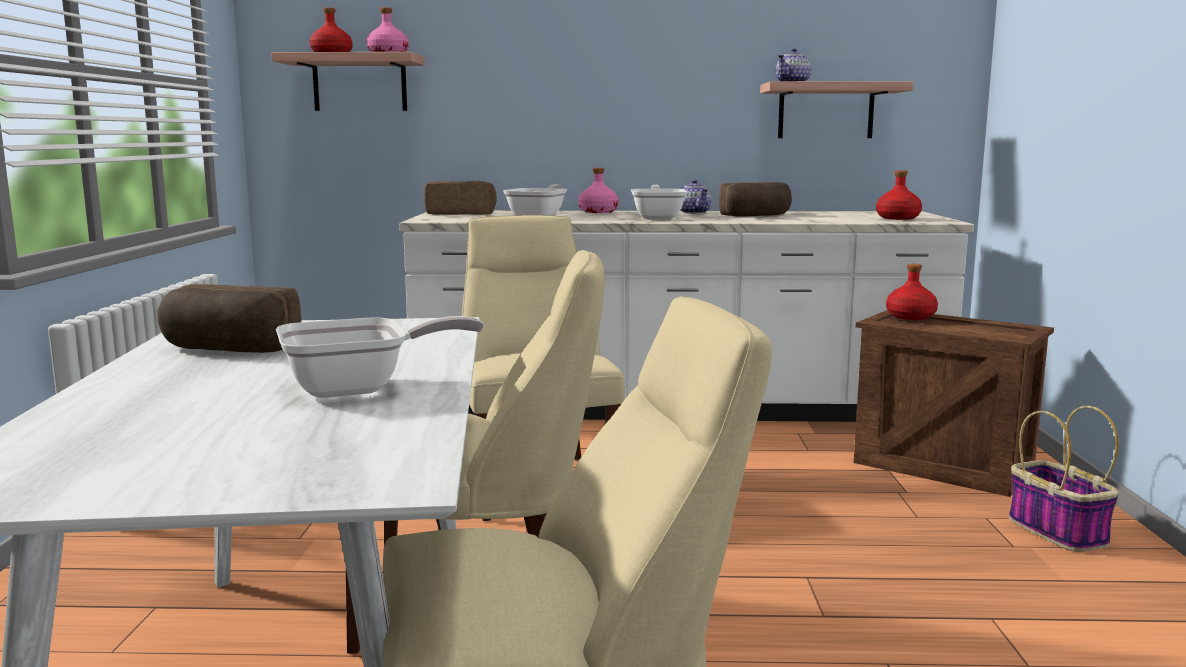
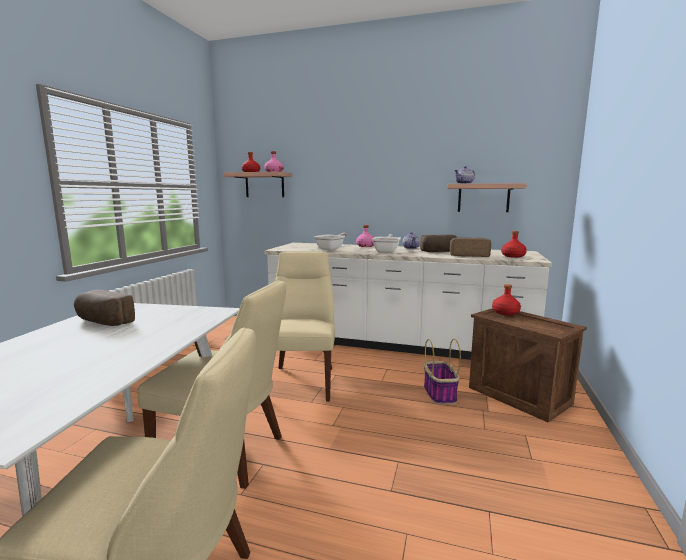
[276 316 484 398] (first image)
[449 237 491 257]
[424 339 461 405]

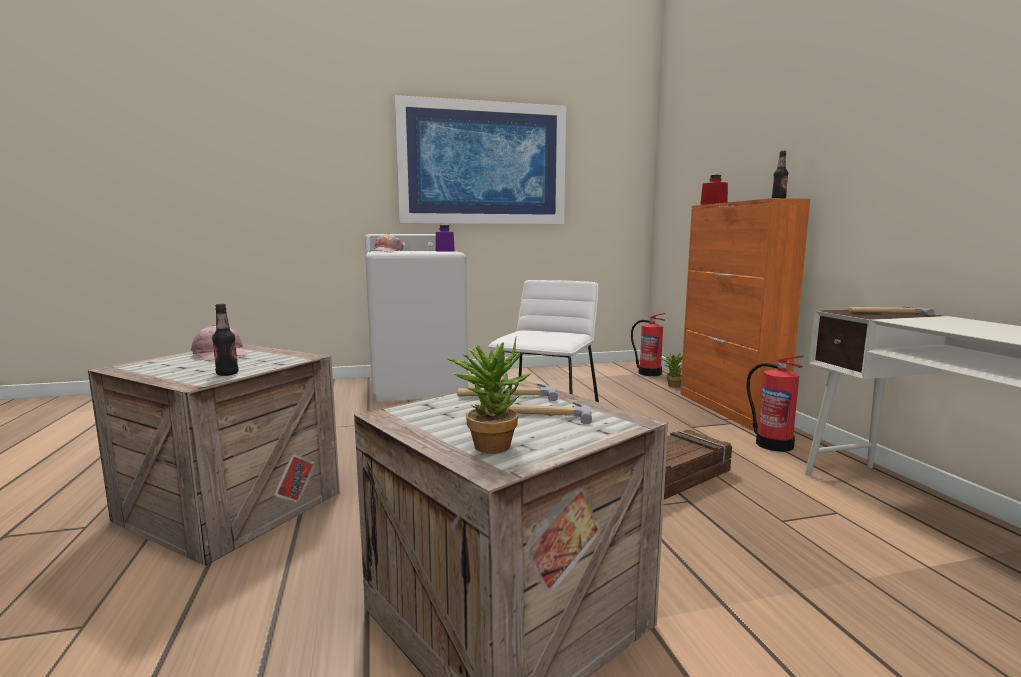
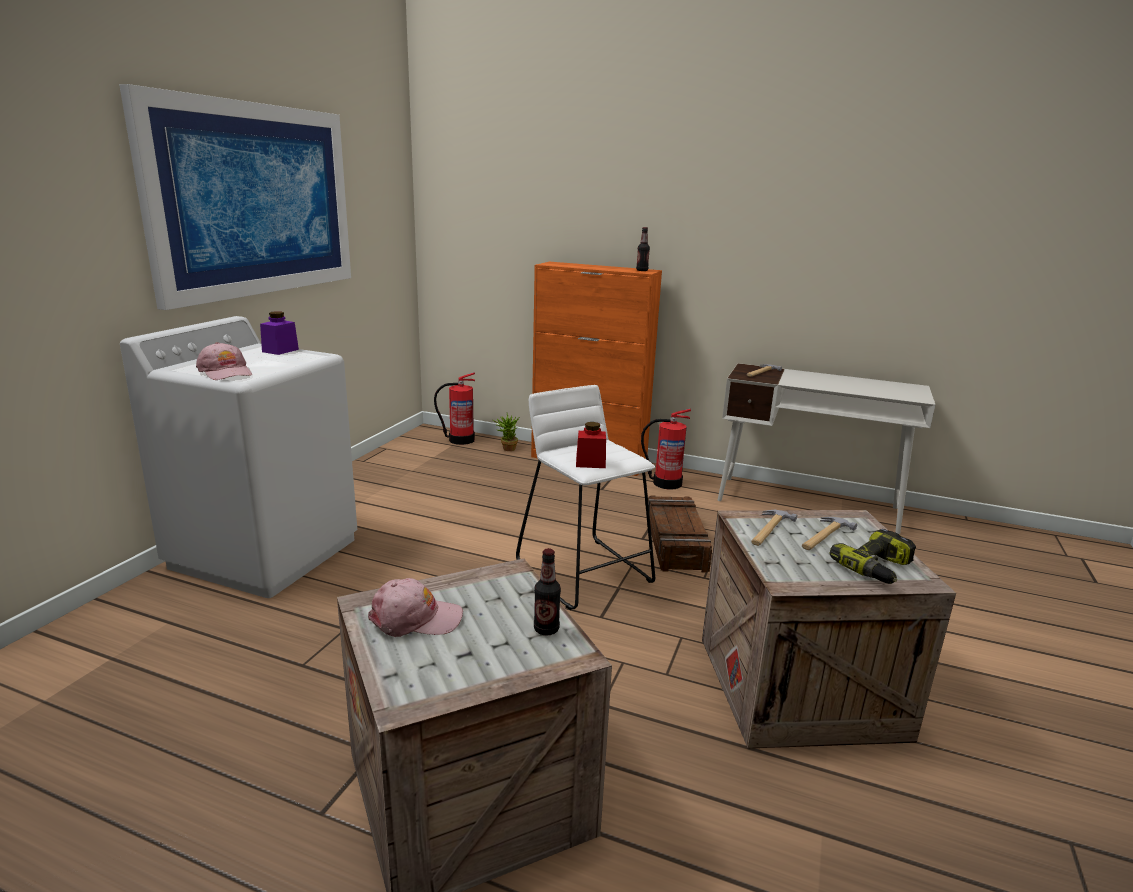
[829 529 916 584]
[576 422 606 468]

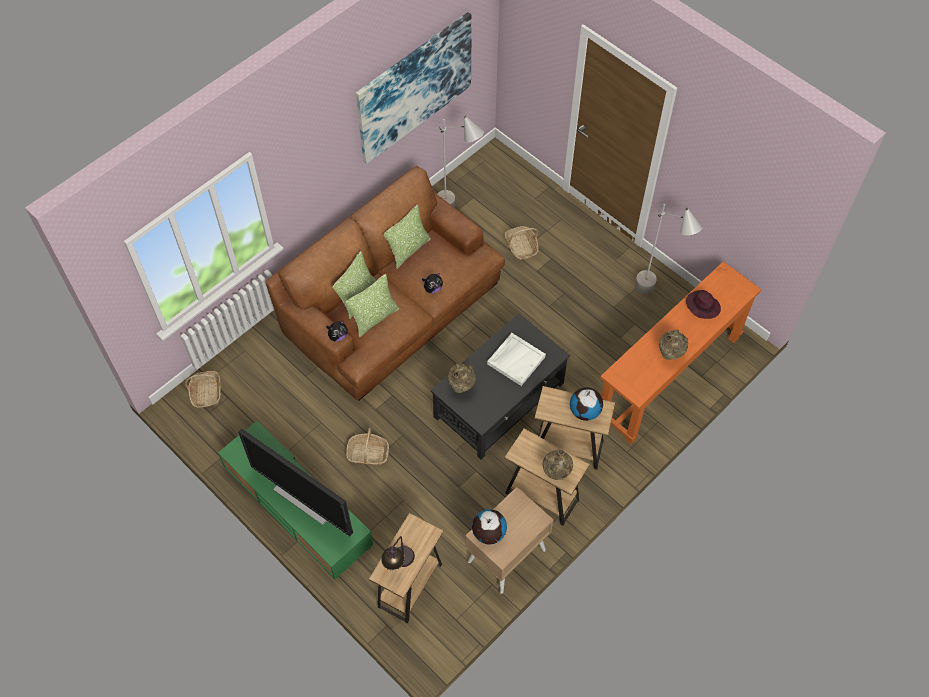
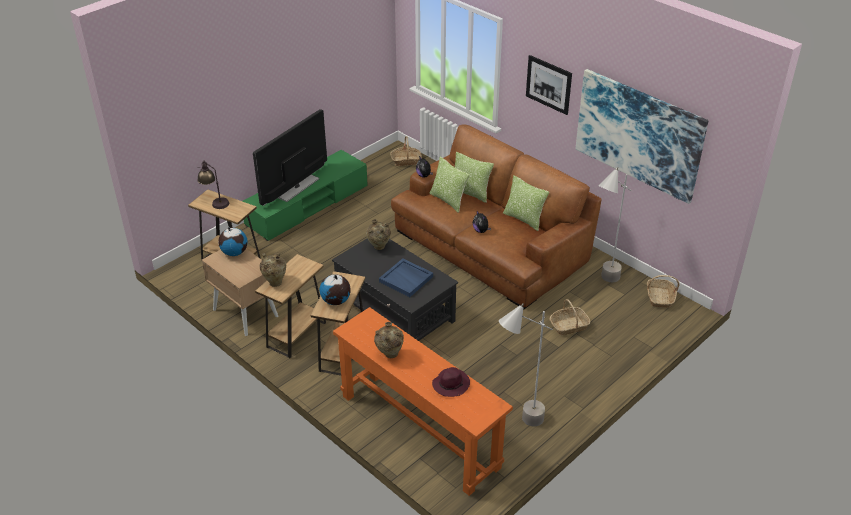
[647 275 679 308]
[379 258 433 297]
[526 55 572 115]

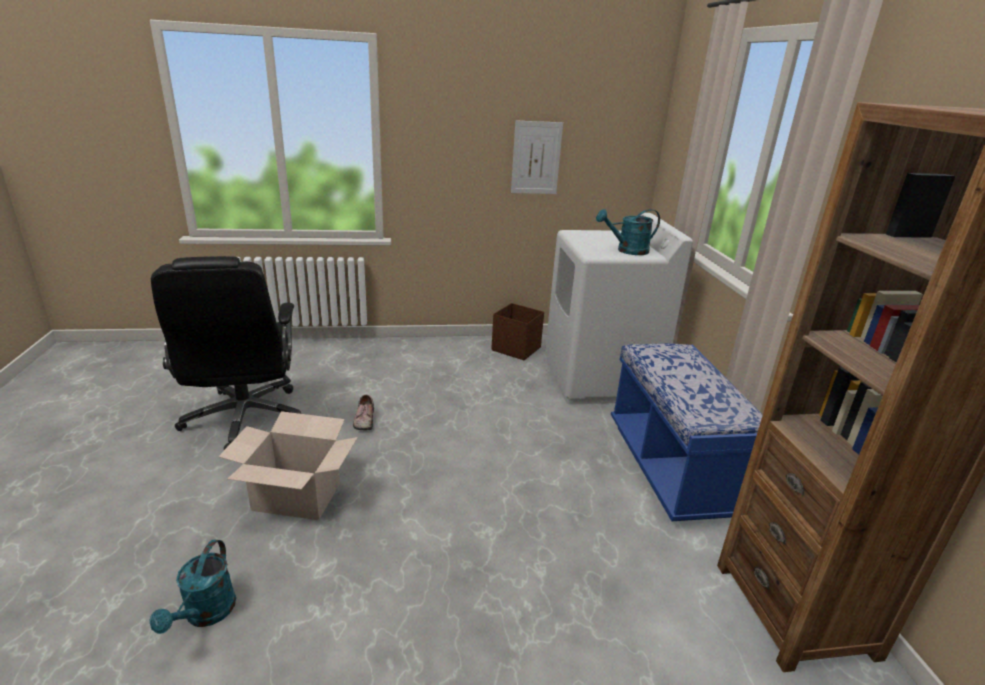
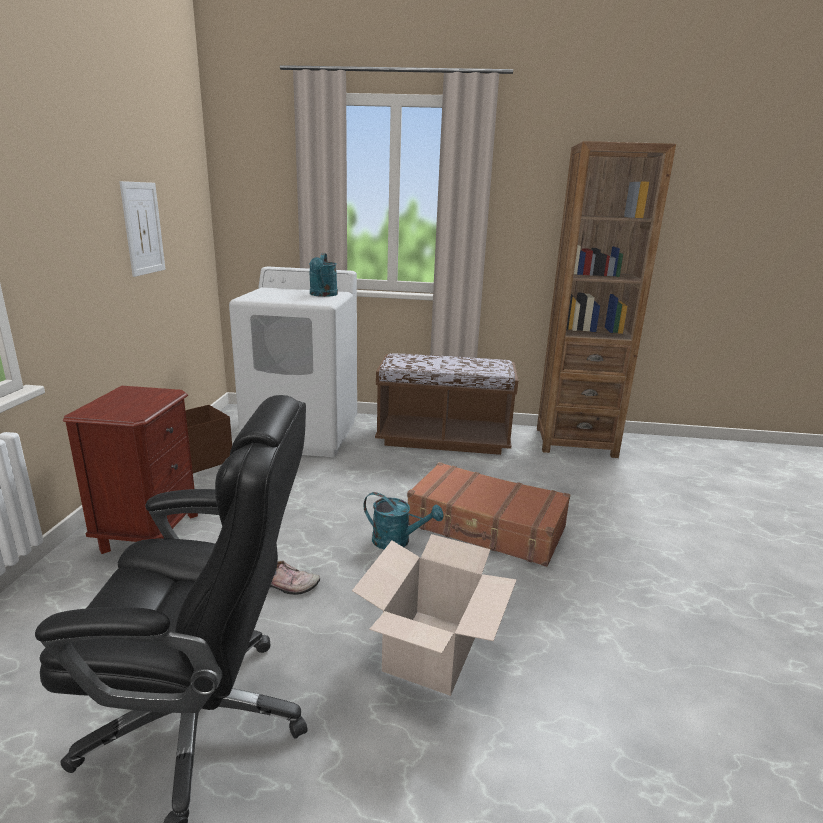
[364 492 443 549]
[375 353 518 455]
[63 386 198 554]
[407 462 570 567]

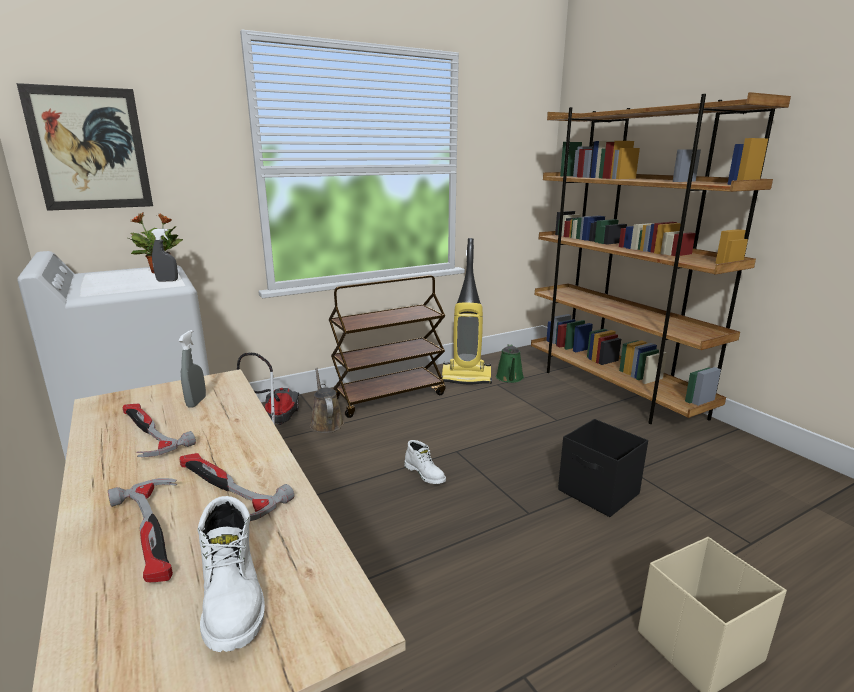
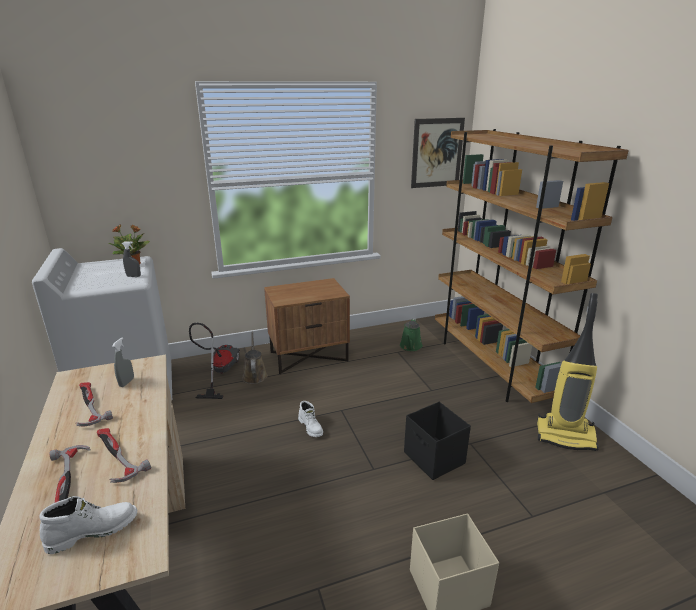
[411 118 465 188]
[39 496 137 554]
[264 278 350 374]
[537 293 599 451]

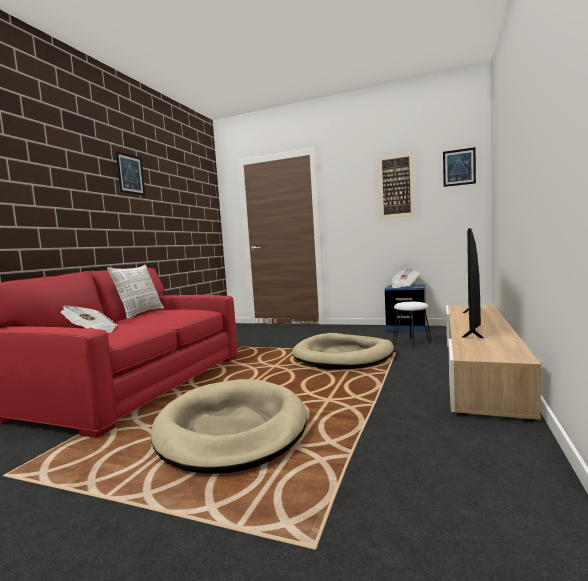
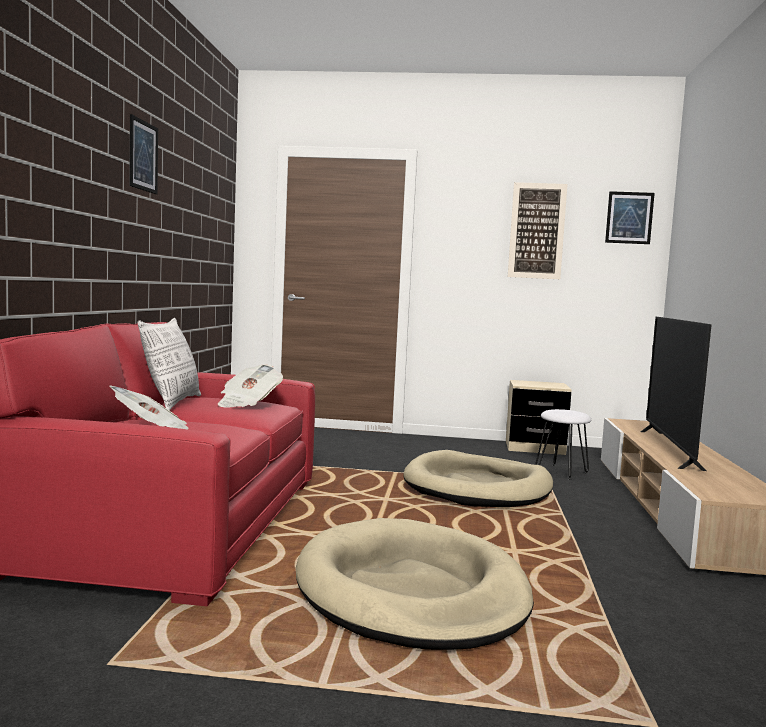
[506 380 572 455]
[218 364 283 408]

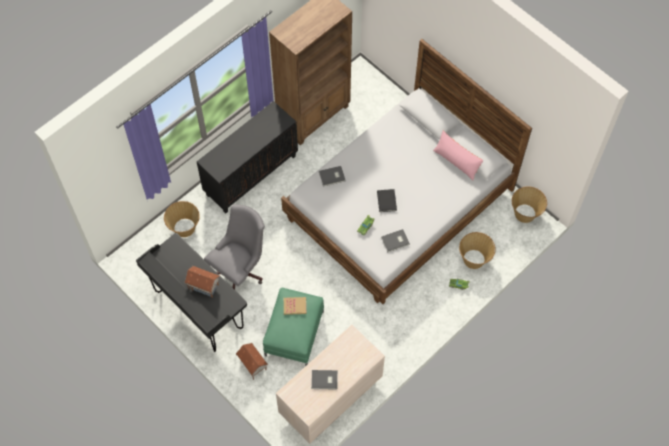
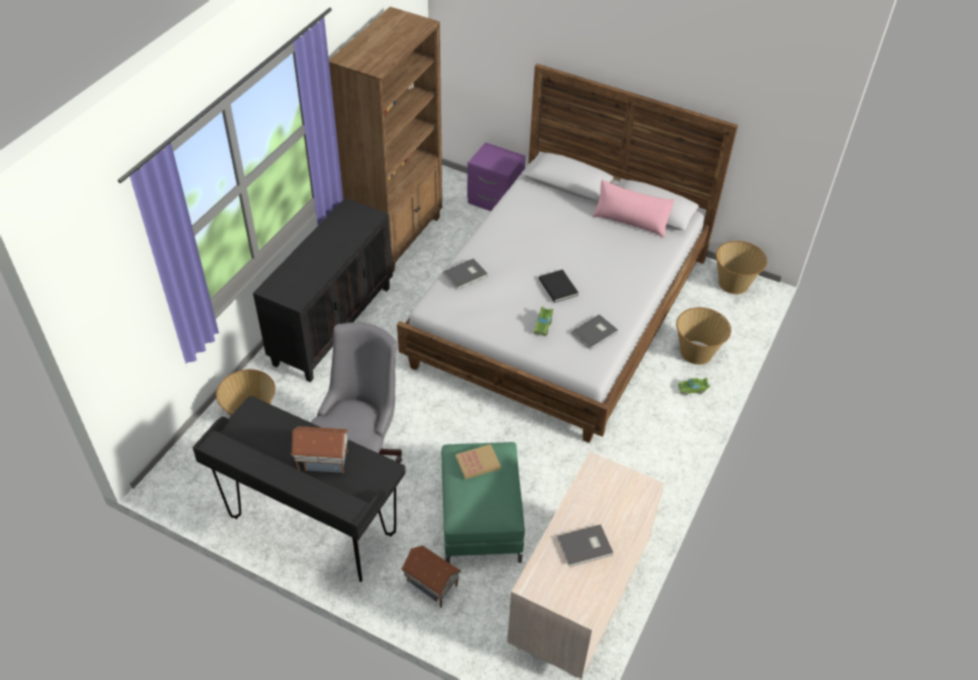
[467 142 526 211]

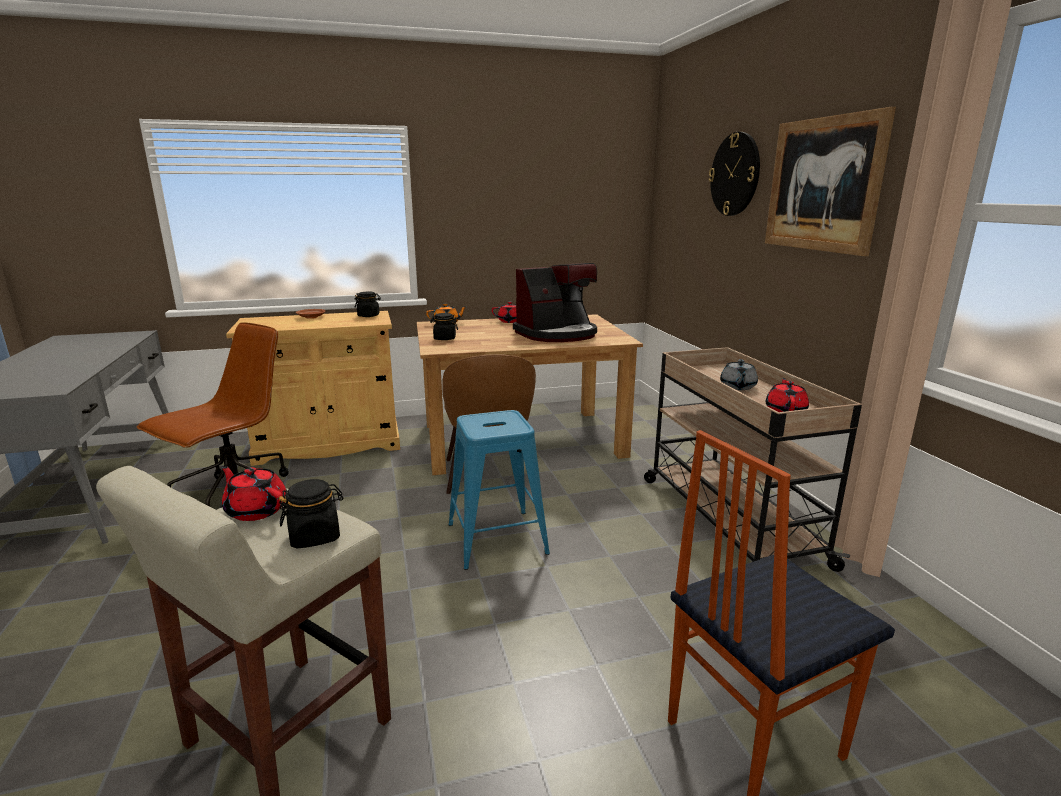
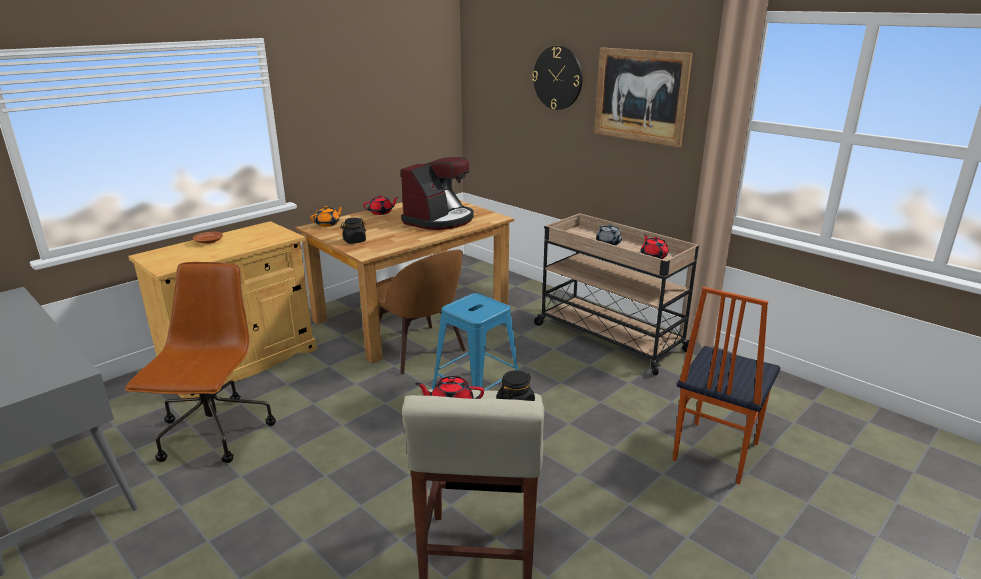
[355 292 381 317] (first image)

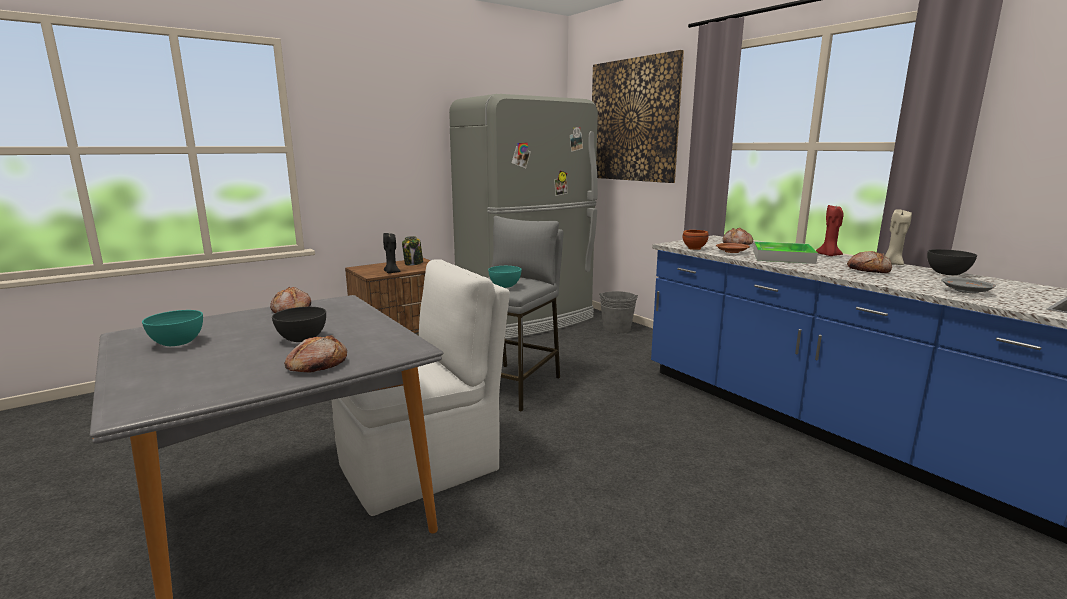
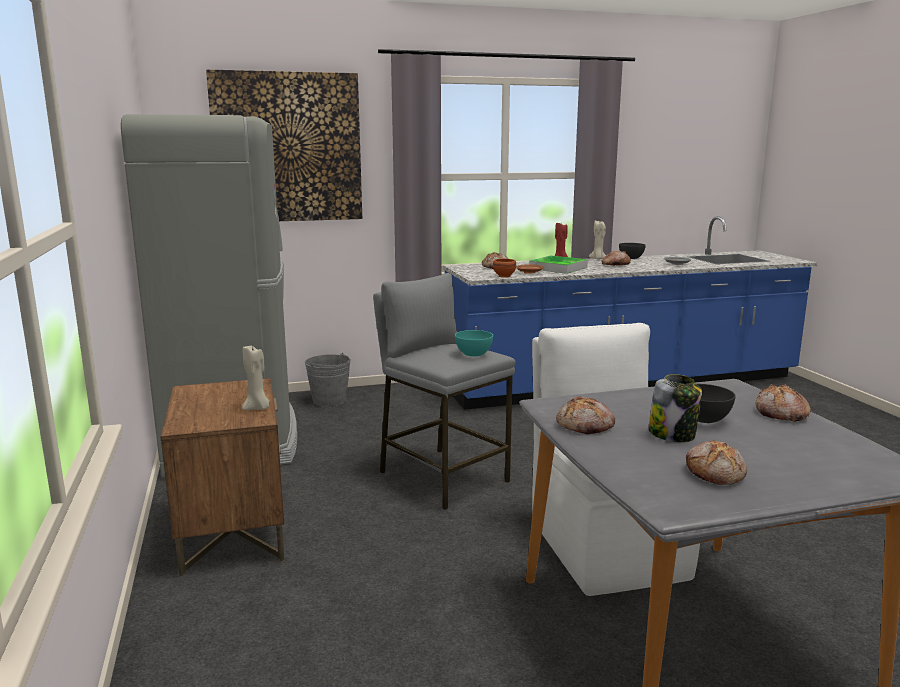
[686 440 747 485]
[242 346 270 410]
[649 374 702 442]

